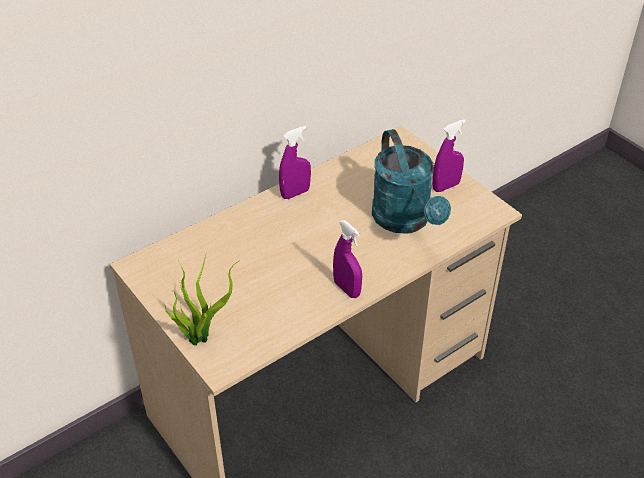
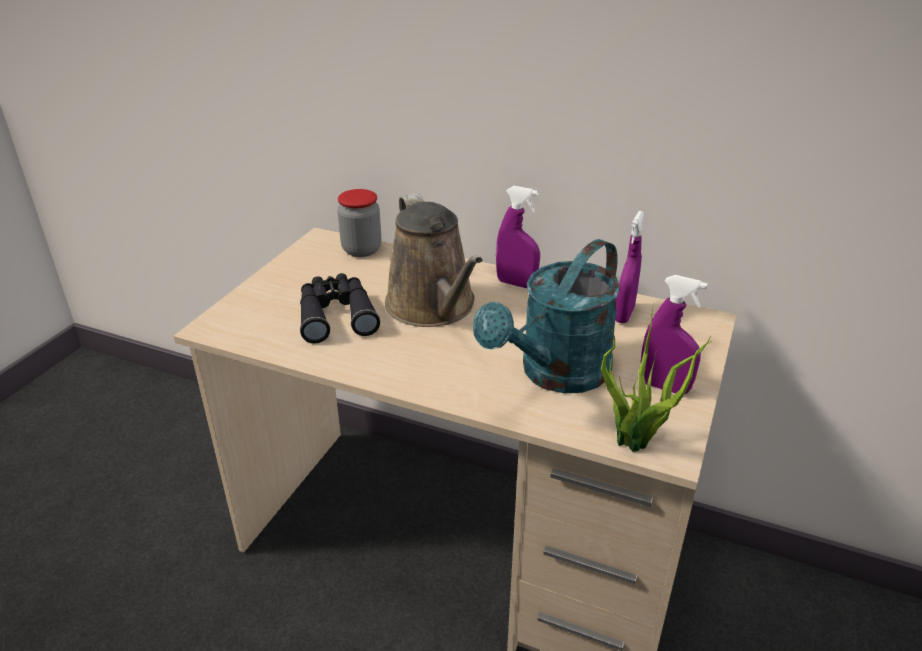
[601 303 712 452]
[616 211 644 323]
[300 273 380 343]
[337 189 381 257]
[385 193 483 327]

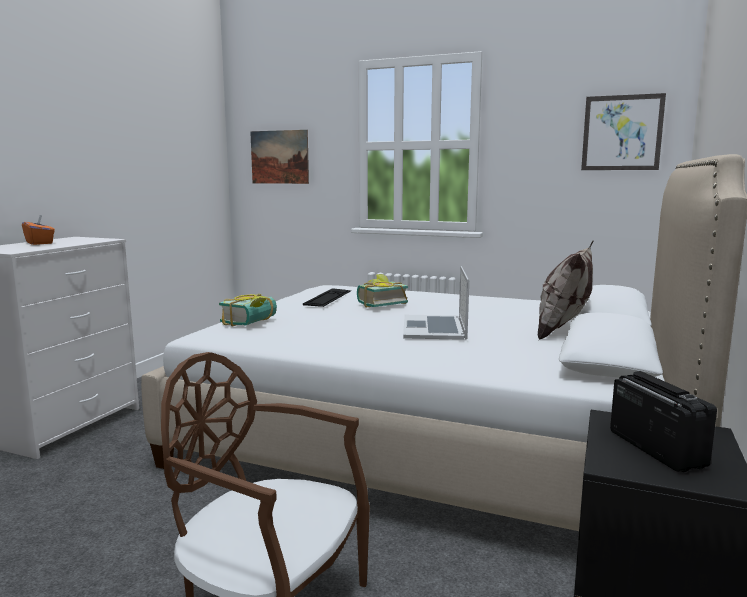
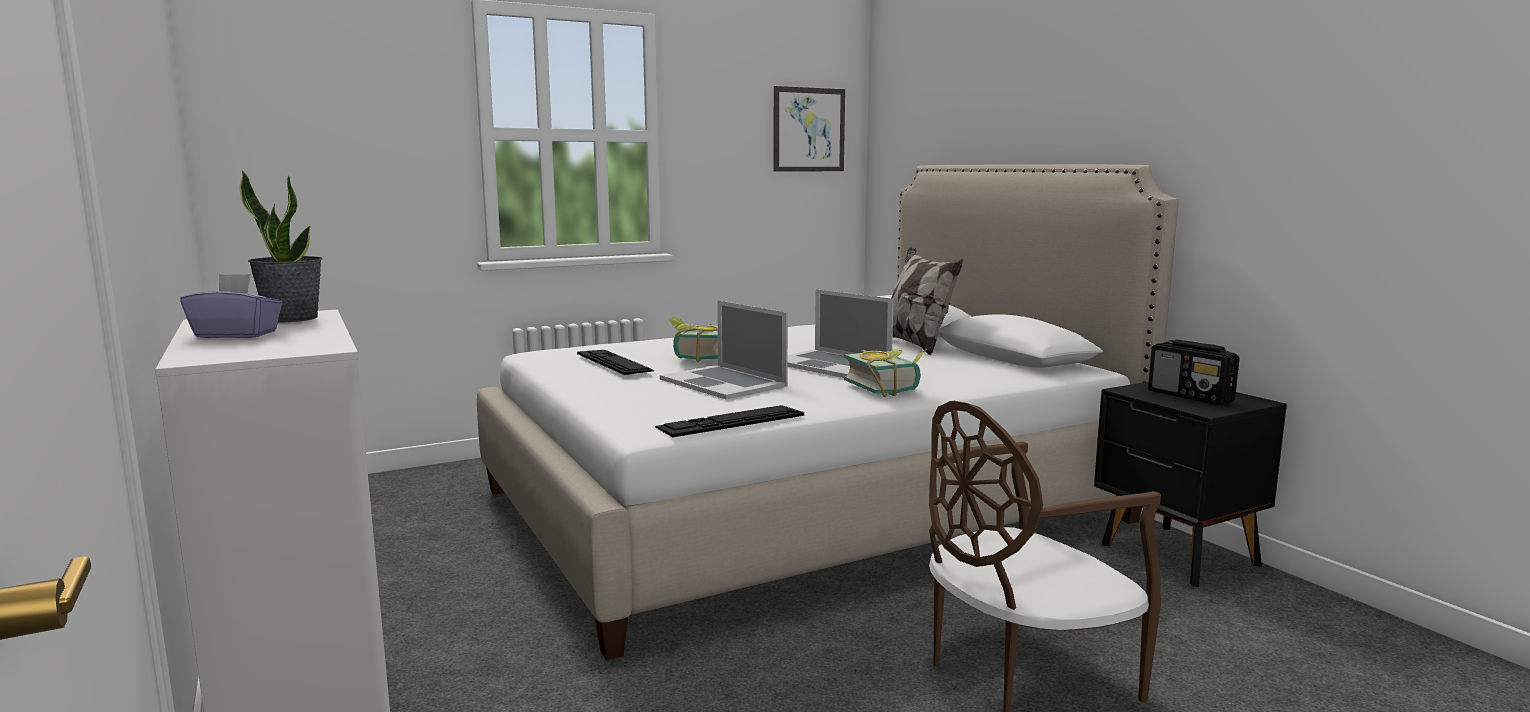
[180 274 283 338]
[844 348 927 397]
[250 130 309 184] (first image)
[1148 340 1240 405]
[239 170 322 322]
[655 405 804 437]
[660 300 788 400]

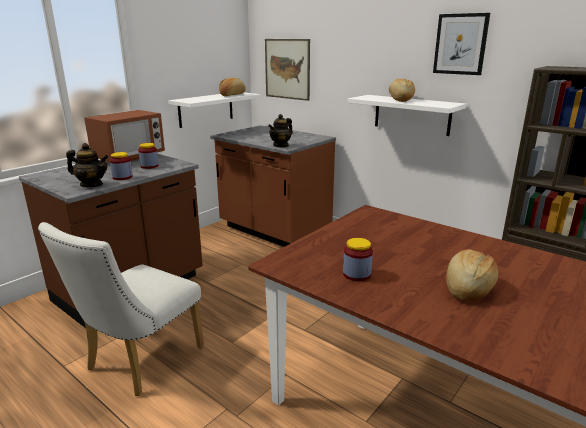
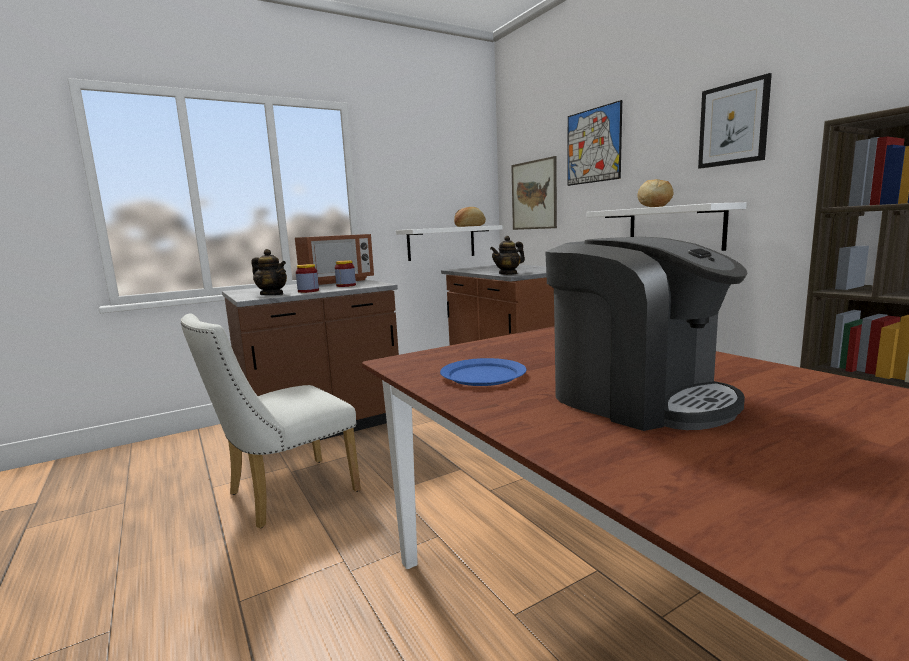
[440 358 526 386]
[545 237 748 431]
[568 100 622 186]

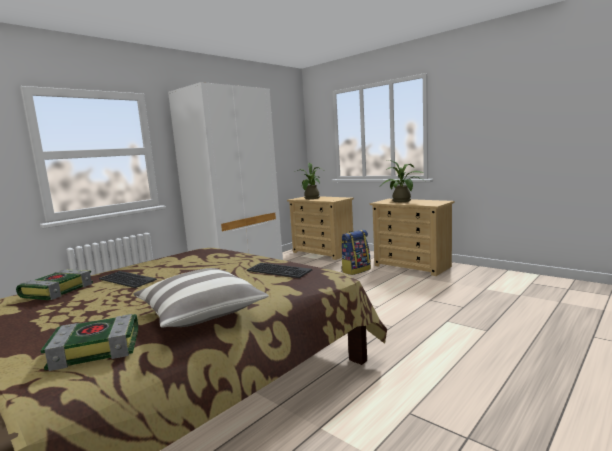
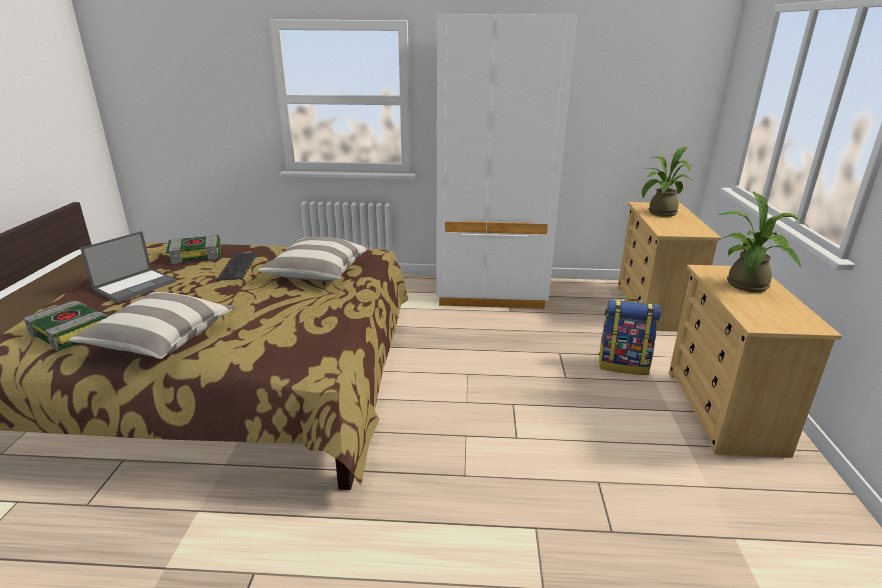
[247 263 312 278] (first image)
[80 231 176 303]
[258 237 369 281]

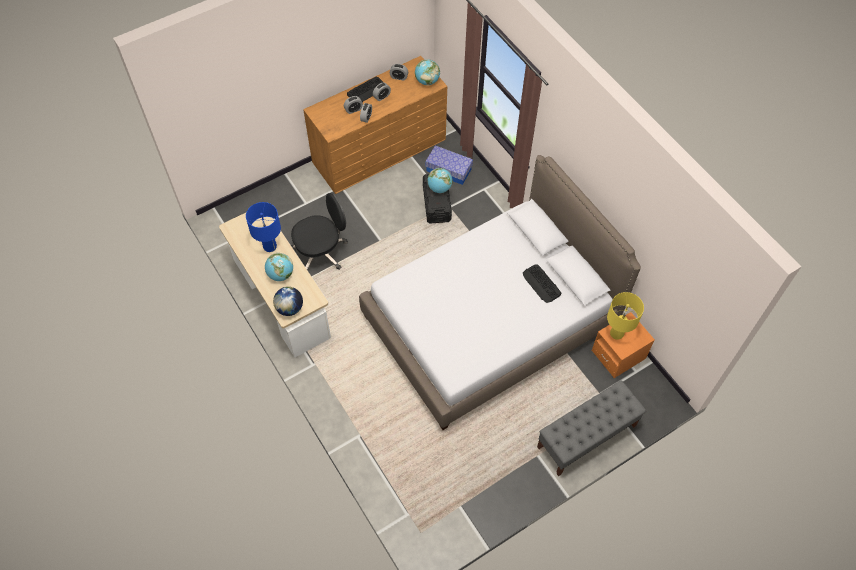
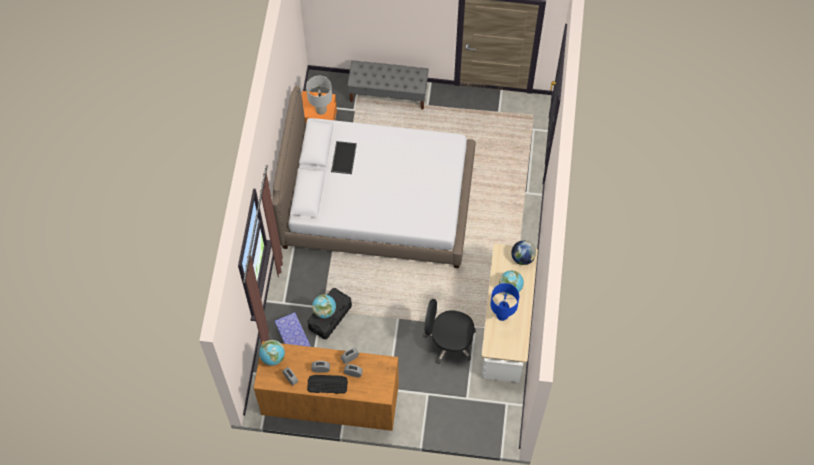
[331 141 357 174]
[306 76 332 115]

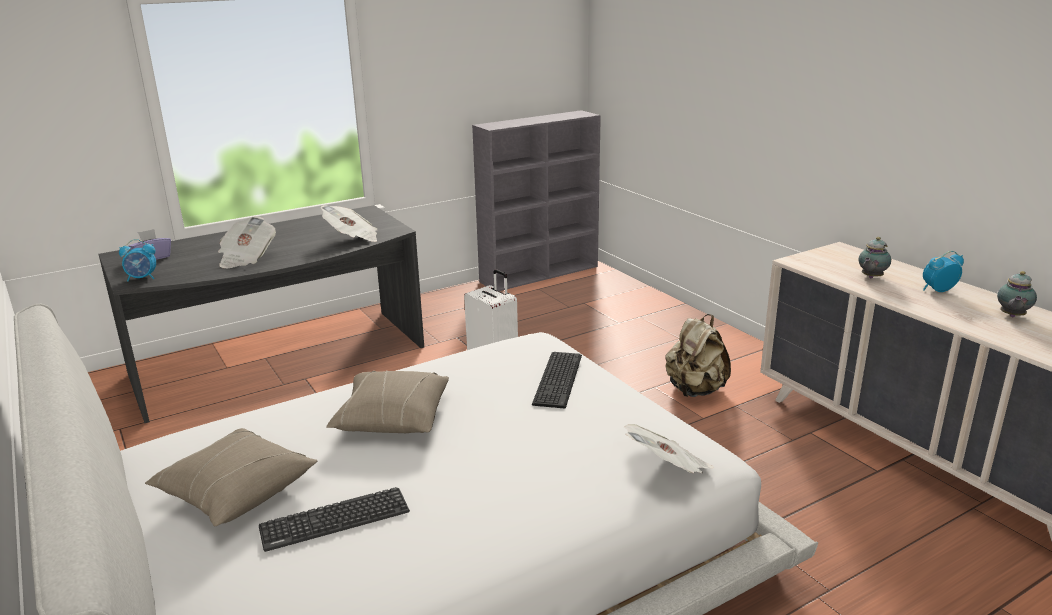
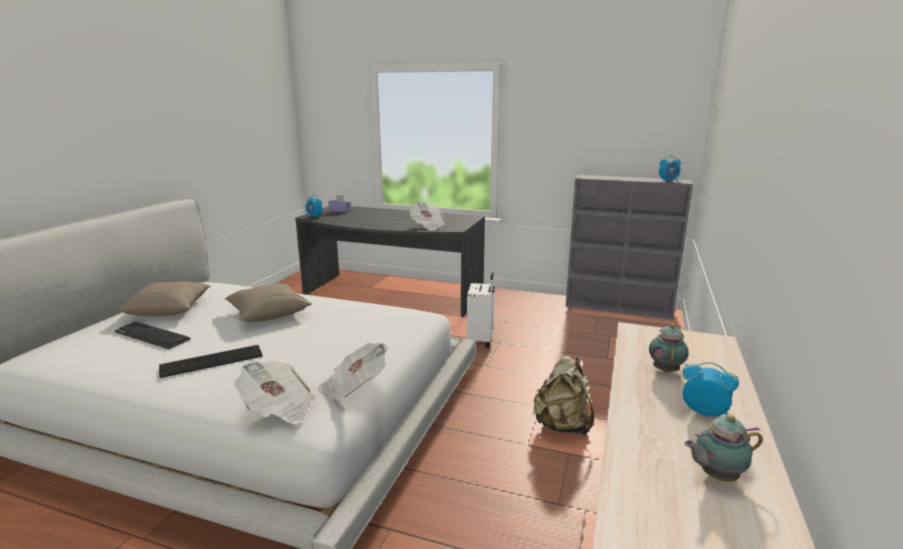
[318 343 388 402]
[159 345 263 378]
[649 323 689 373]
[659 155 681 182]

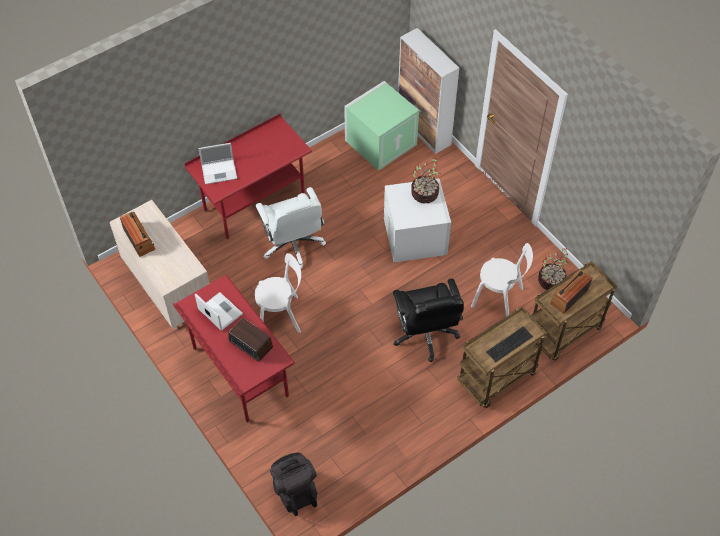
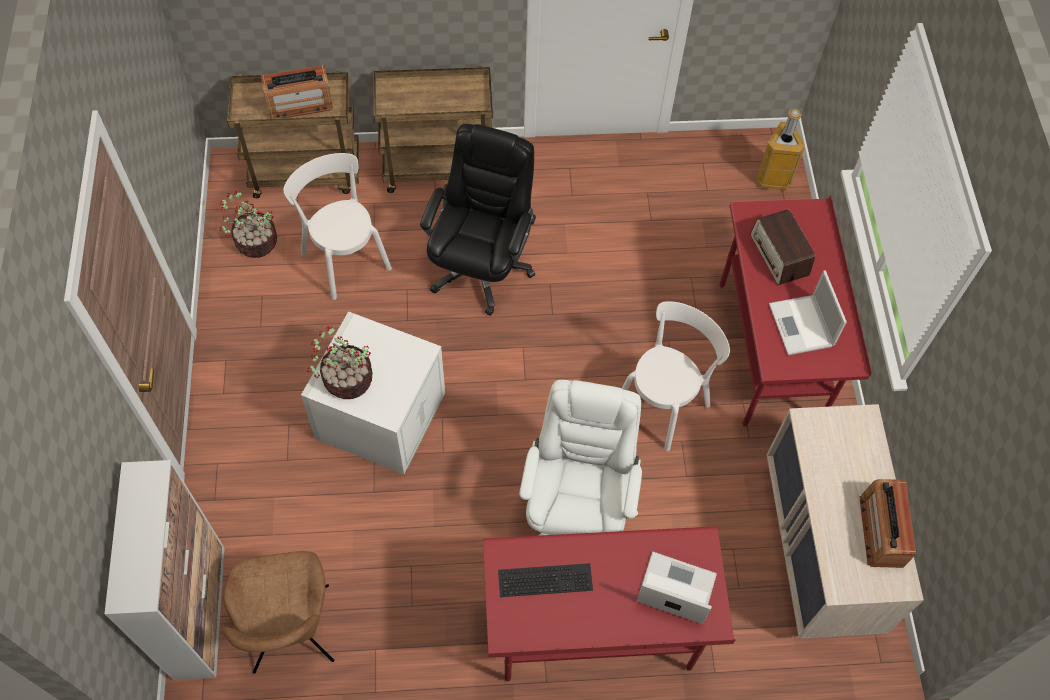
[622 301 730 451]
[756 109 805 191]
[222 551 335 674]
[498 563 593 597]

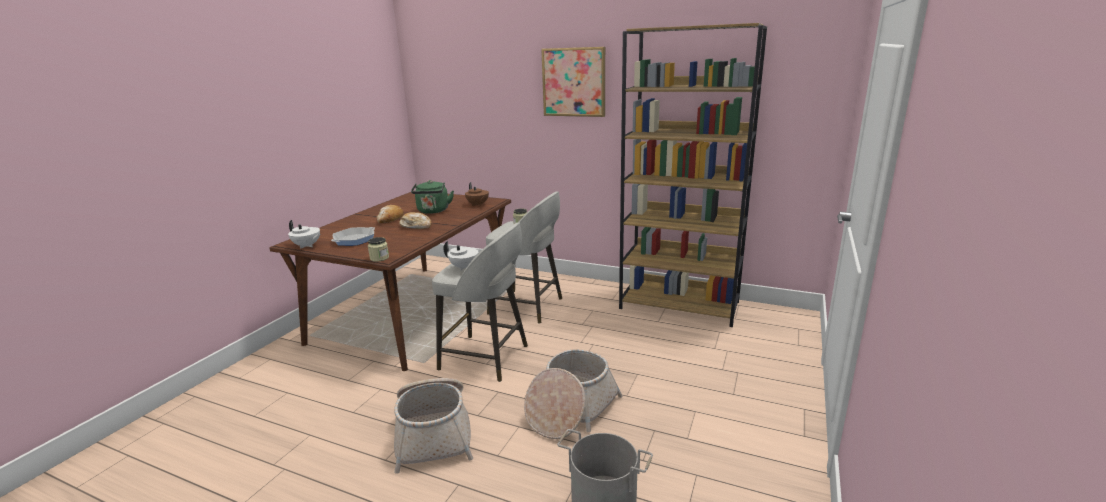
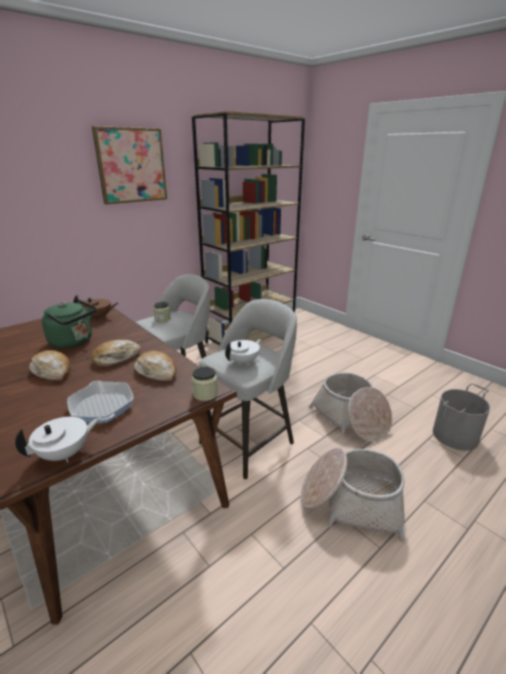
[134 351 177 381]

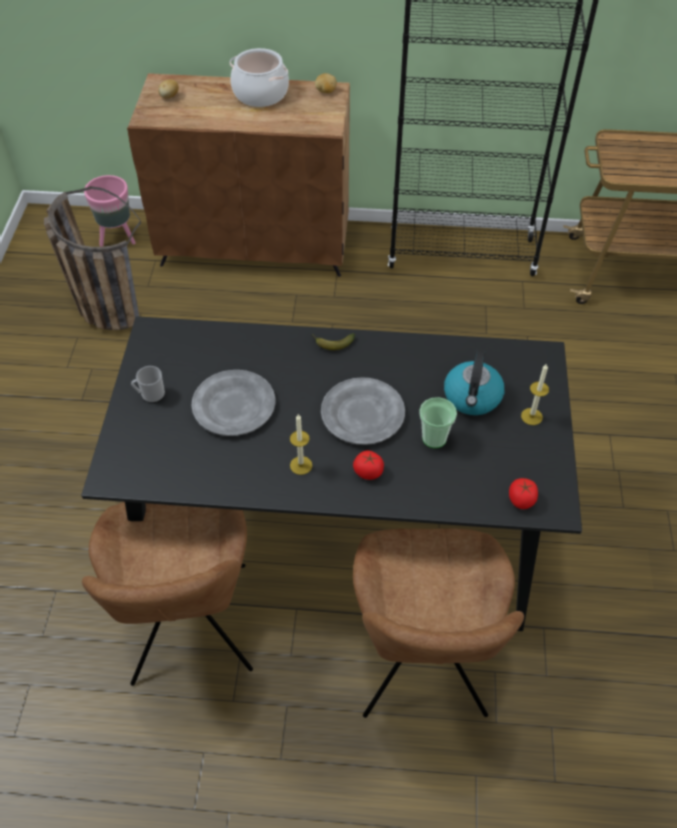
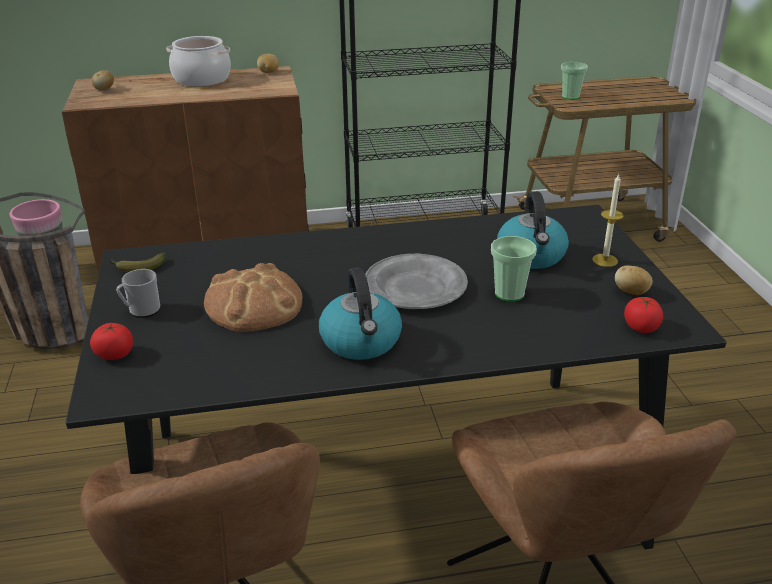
[204 263 302 332]
[319 268 402 360]
[110 252 167 272]
[90 323 133 360]
[561 62 588 100]
[615 266 653 295]

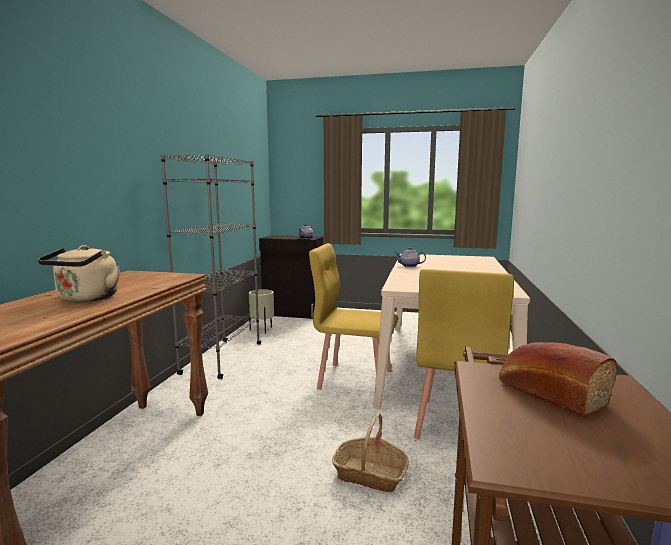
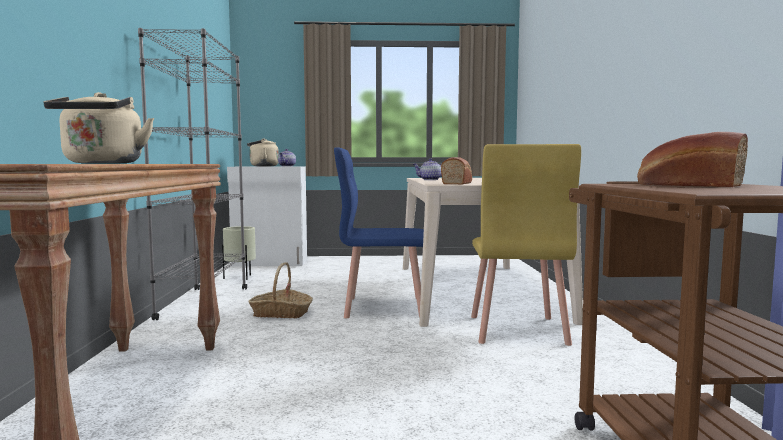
[227 167 307 266]
[334 147 424 318]
[248 262 313 318]
[247 139 279 166]
[441 157 472 185]

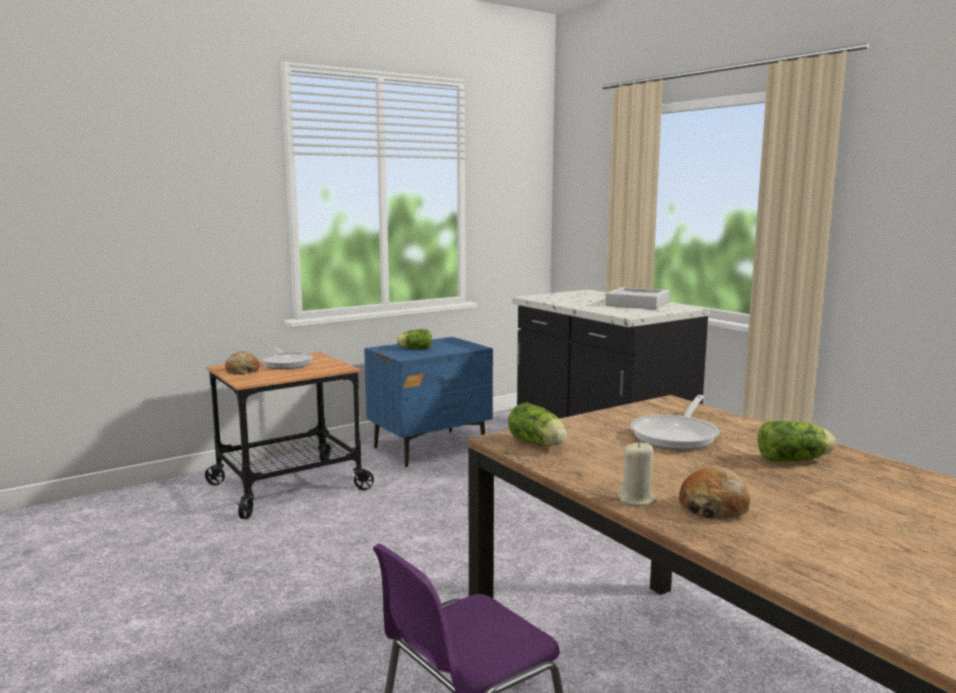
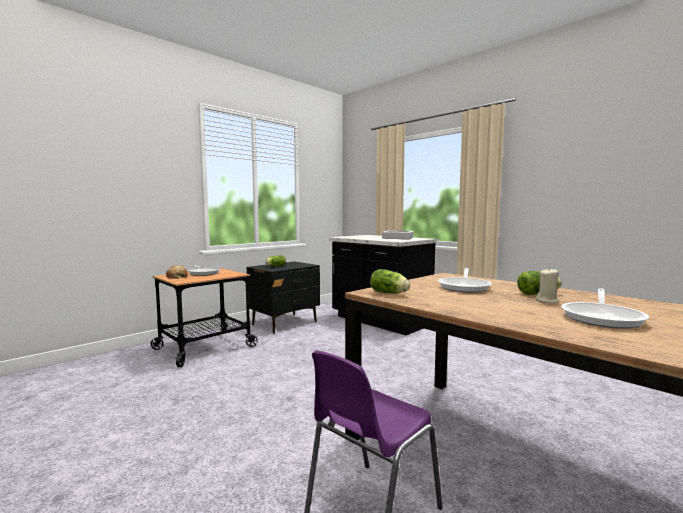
[247 261 320 334]
[535 268 559 303]
[679 466 750 520] (first image)
[561 288 649 329]

